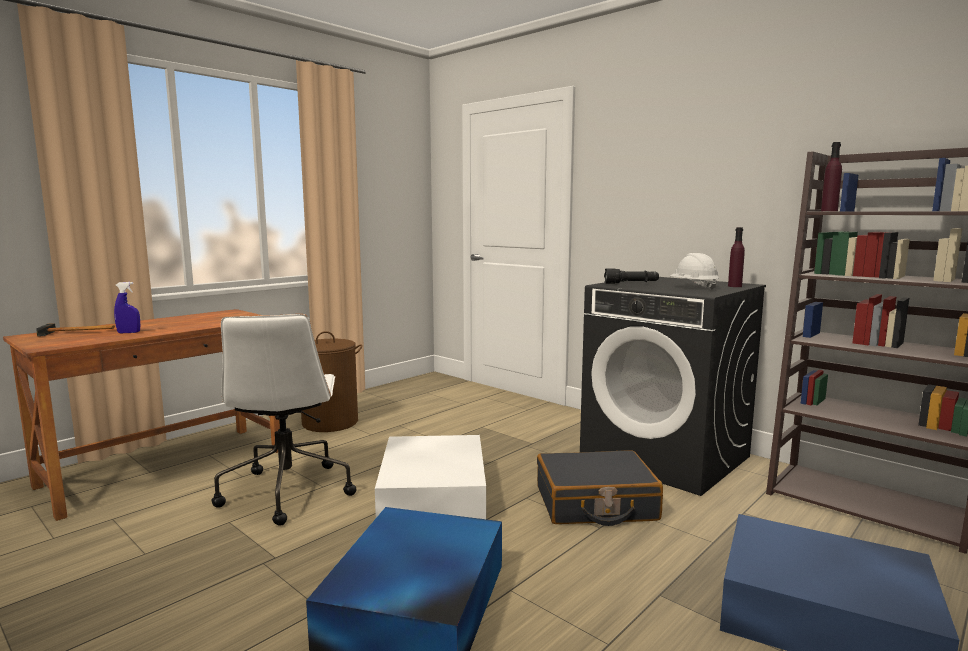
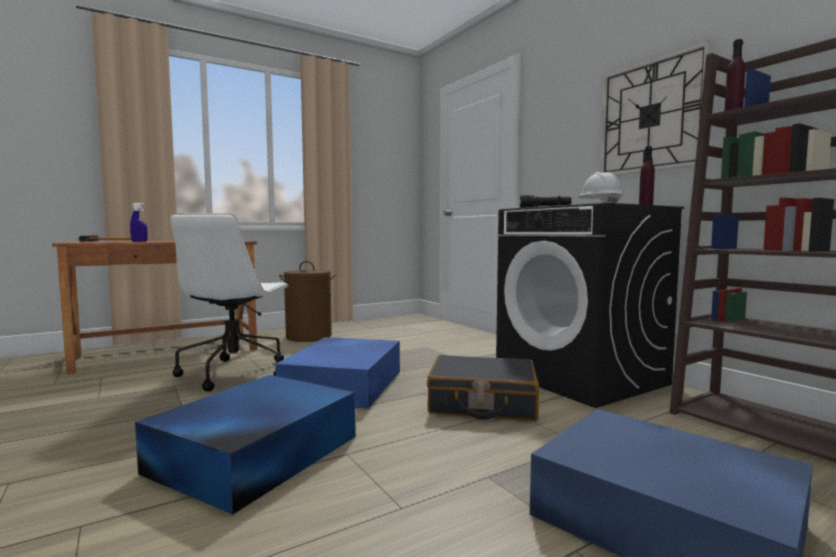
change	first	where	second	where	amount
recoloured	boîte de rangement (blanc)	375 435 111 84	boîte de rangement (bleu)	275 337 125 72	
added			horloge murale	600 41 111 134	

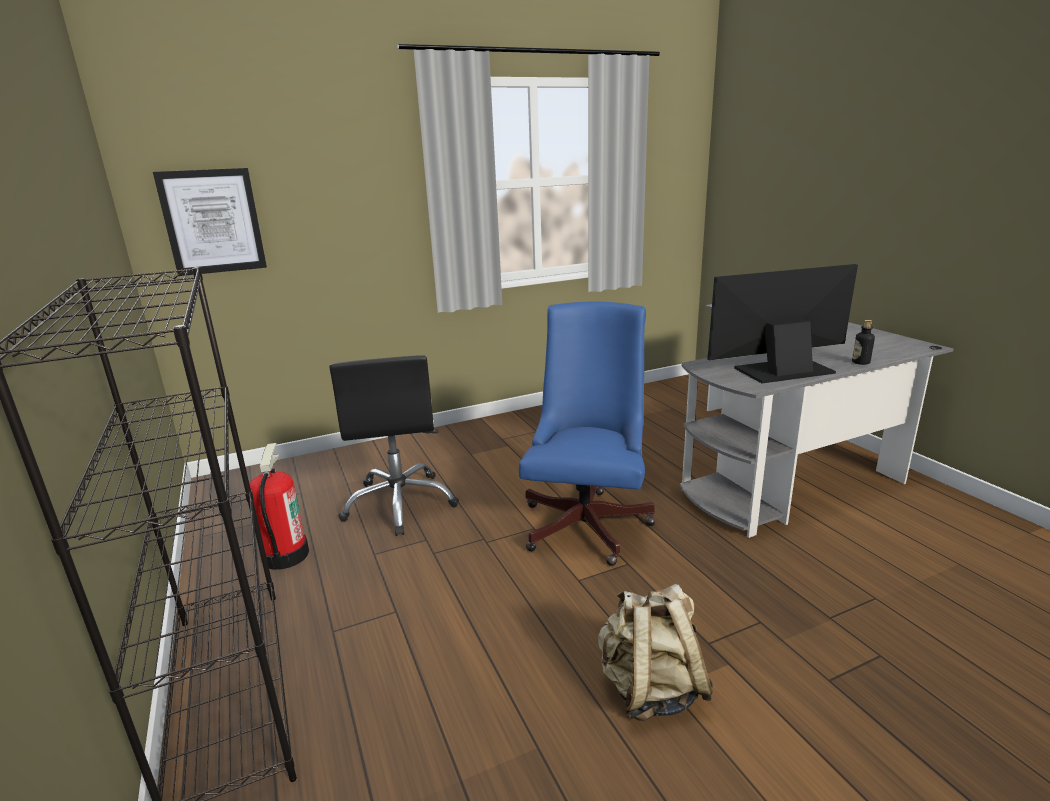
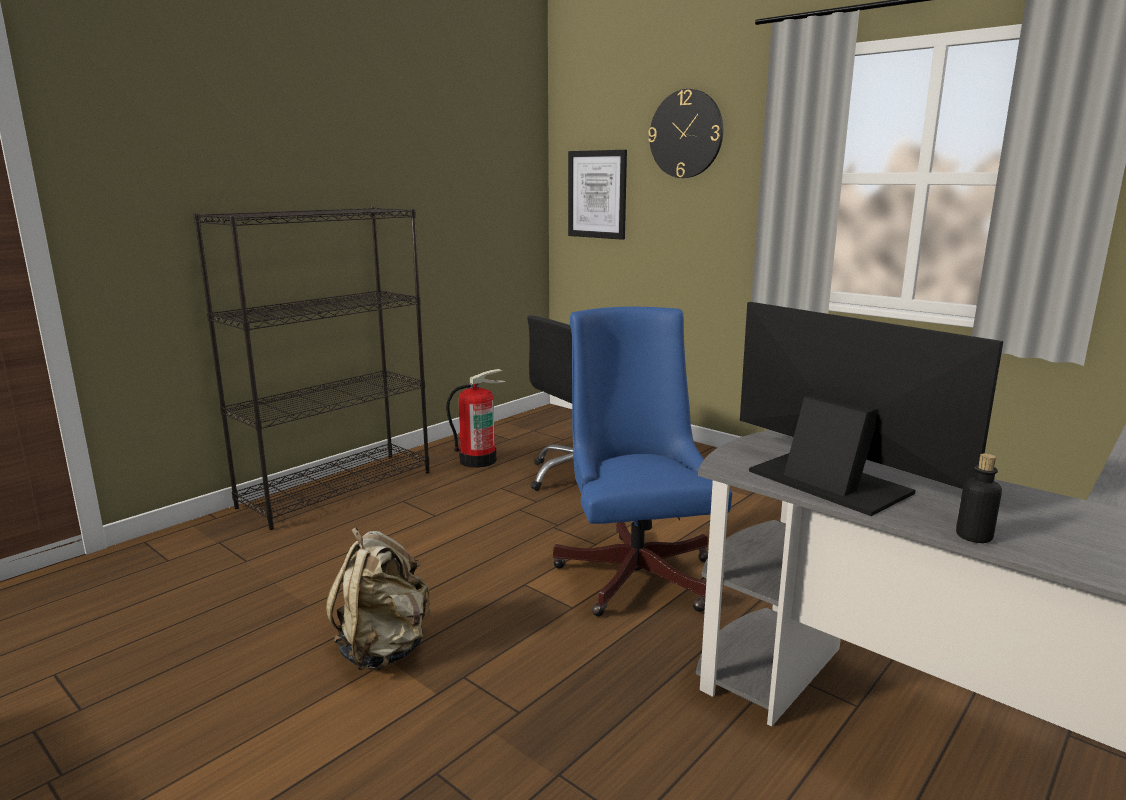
change	first	where	second	where	amount
turned	chaise de bureau (bleu)	519 302 137 264		553 307 179 310	90 degrees counterclockwise
added			horloge murale	648 89 75 89	

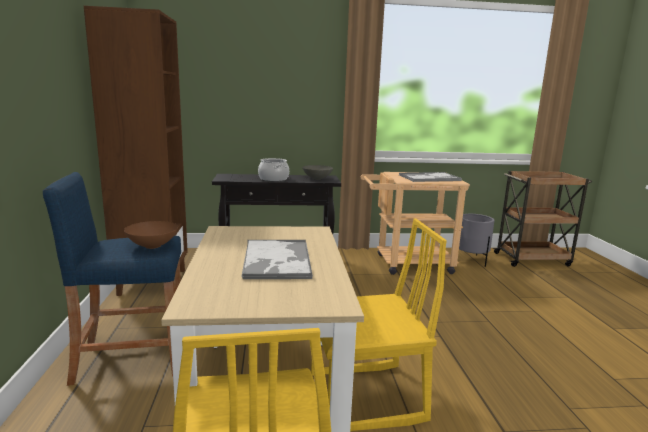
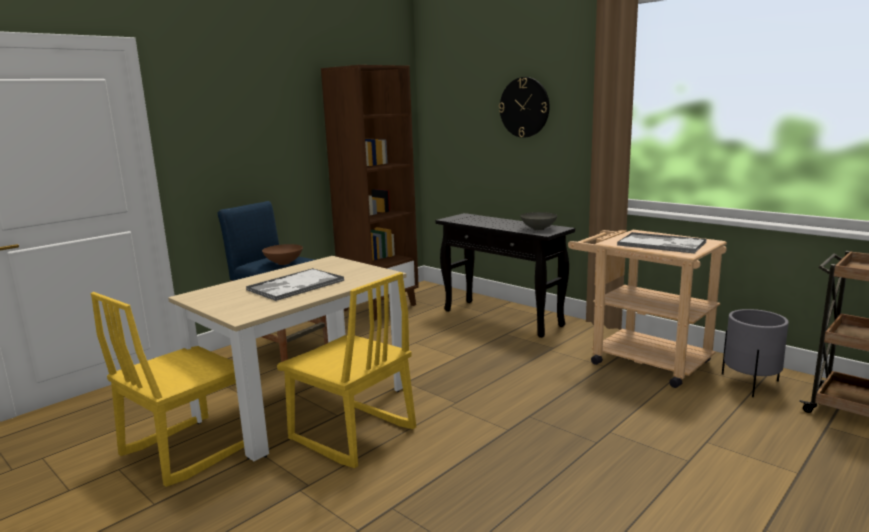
change	first	where	second	where	amount
added			horloge murale	499 77 51 61	
removed	marmite	258 158 31 23			

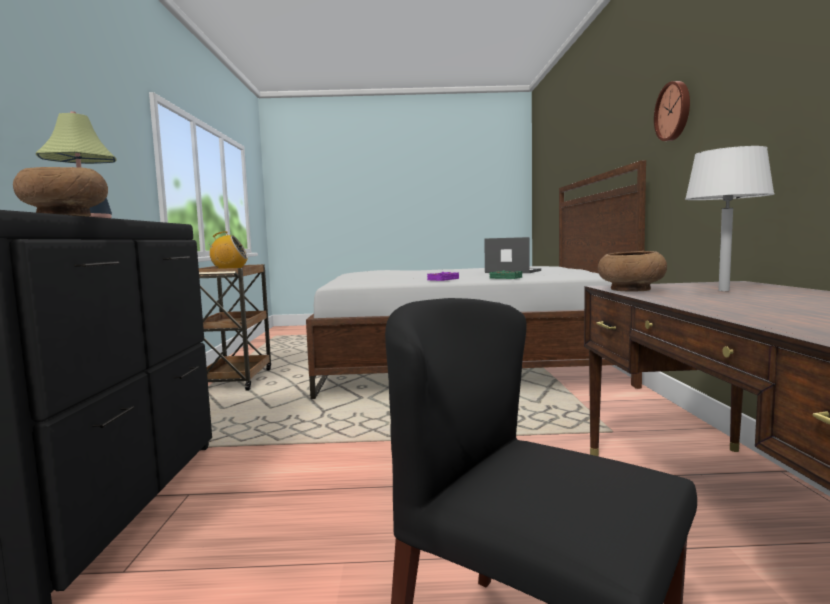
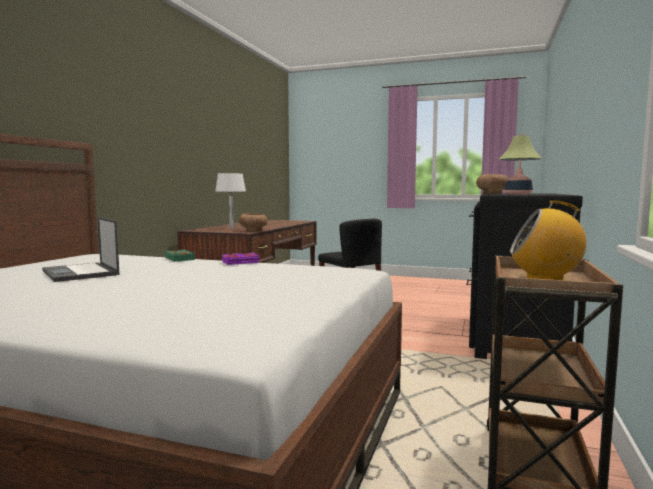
change	first	where	second	where	amount
removed	horloge murale	654 81 36 60			

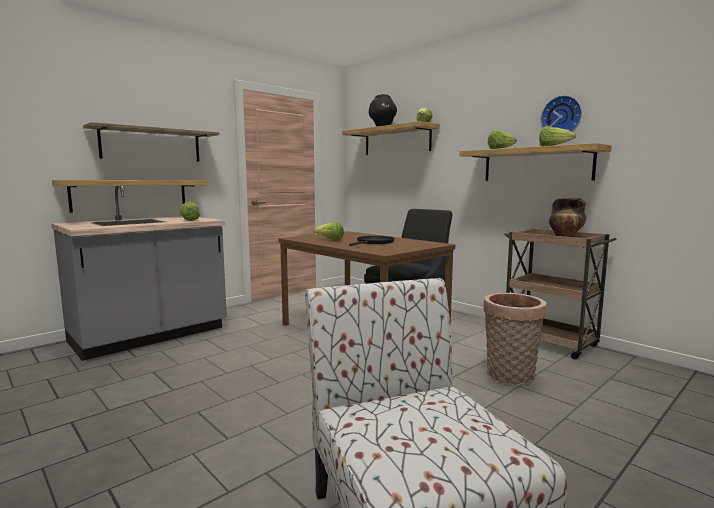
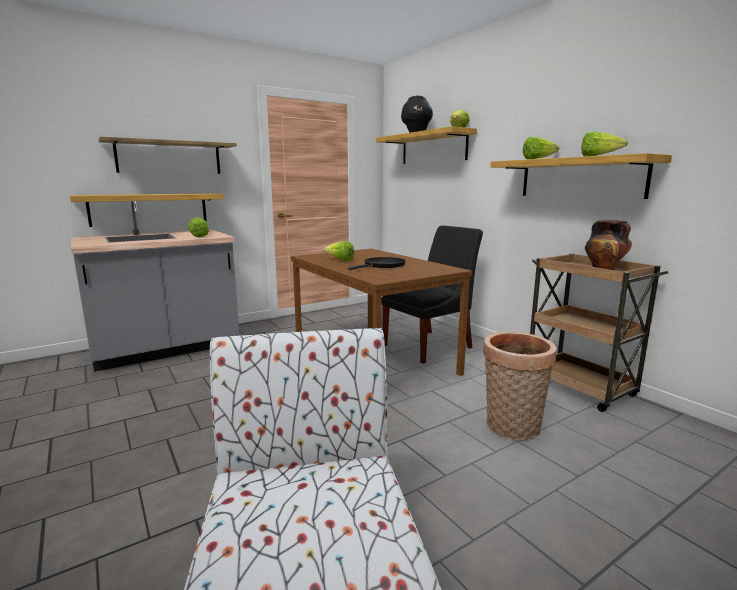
change	first	where	second	where	amount
removed	horloge murale	540 95 42 37			

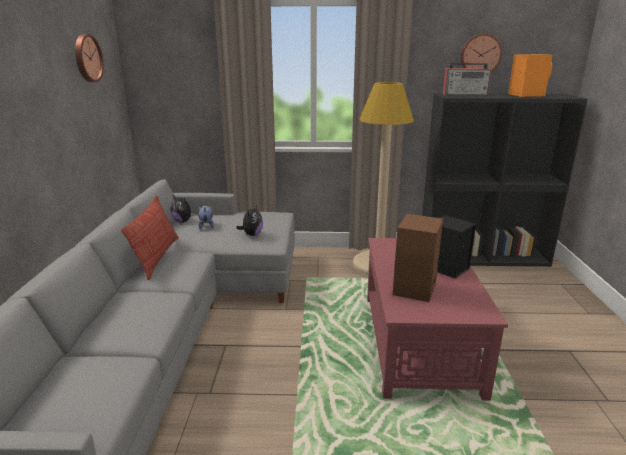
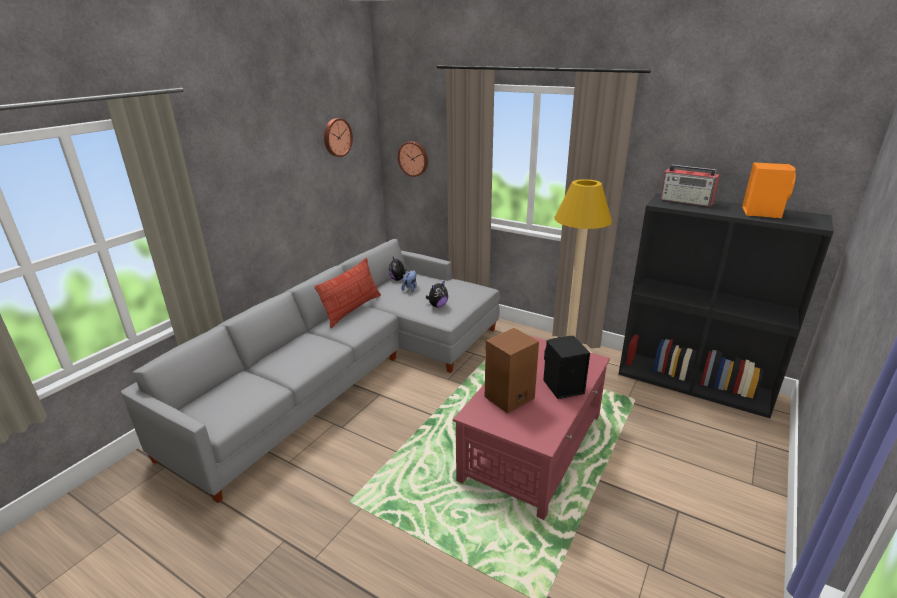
change	first	where	second	where	amount
moved	horloge murale	460 34 42 38		398 141 30 36	

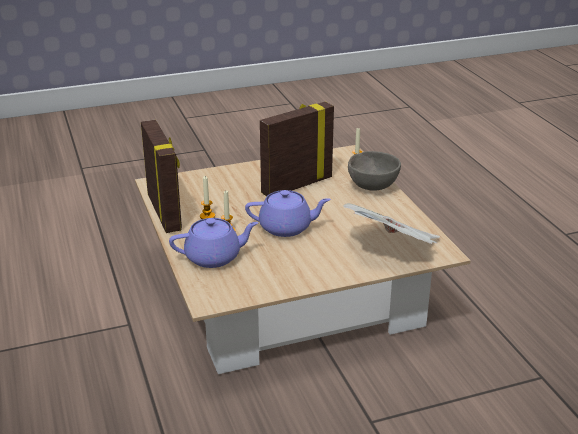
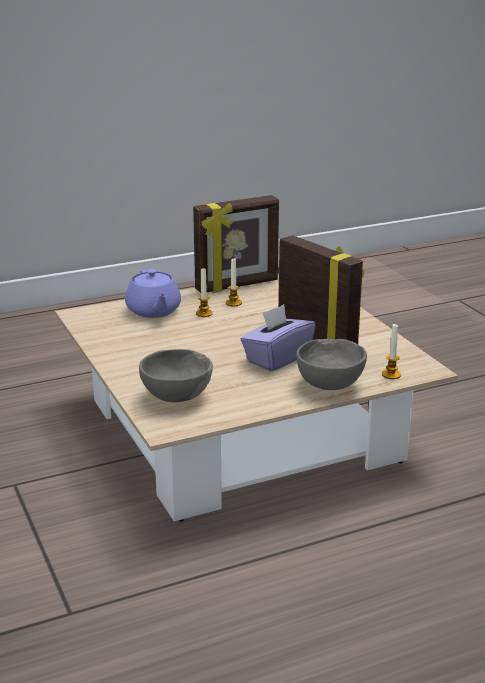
change	first	where	second	where	amount
replaced	journal	344 203 96 41	bol (gris)	139 349 74 53	
added			boîte à mouchoirs (violet)	240 304 76 67	
removed	théière (violet)	245 190 86 47			

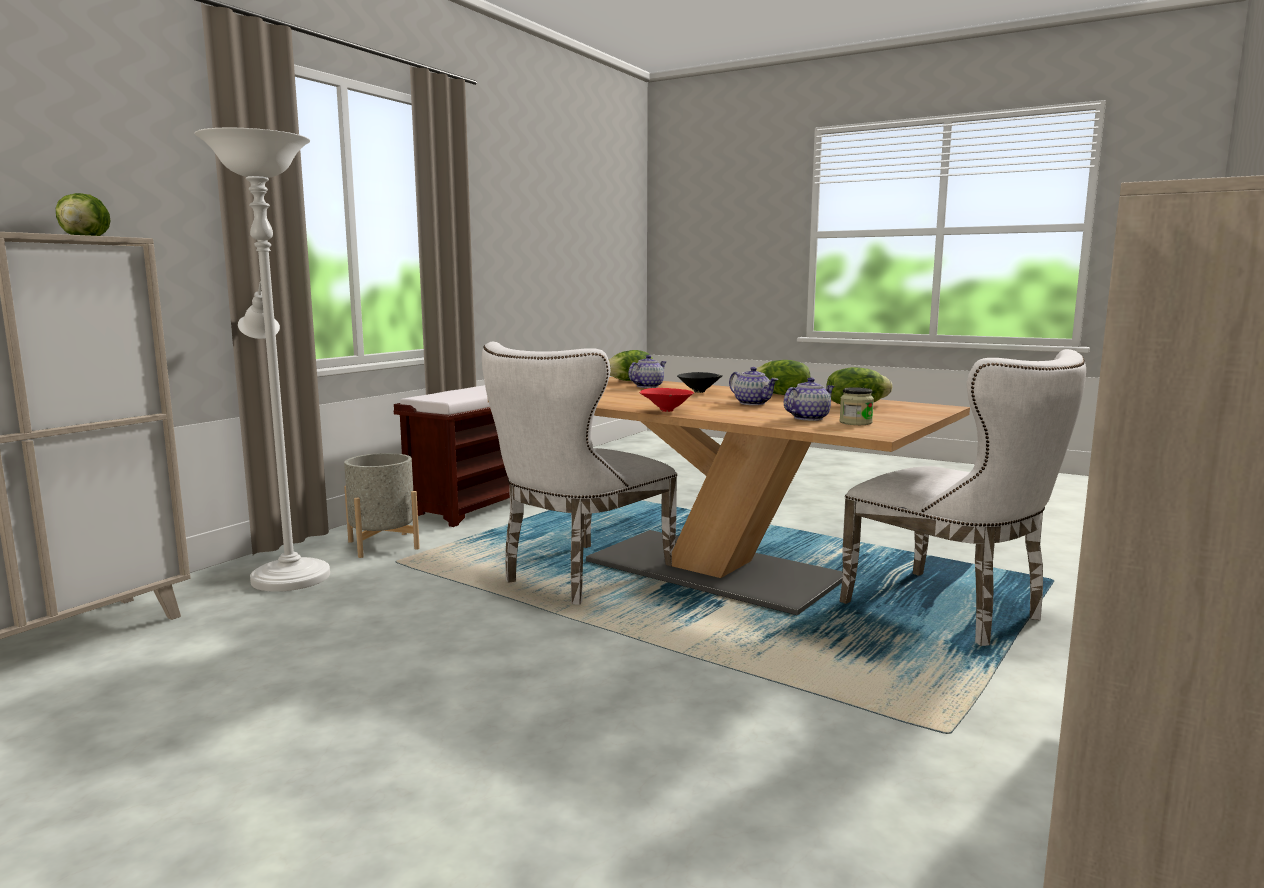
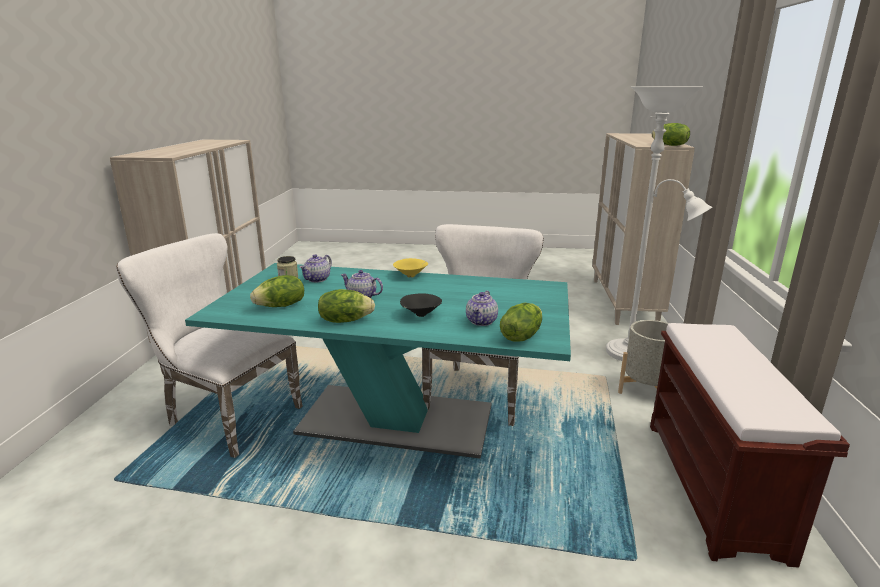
change	first	where	second	where	amount
recoloured	table à manger (beige)	488 377 482 238	table à manger (turquoise)	185 263 386 195	
recoloured	bol (rouge)	640 388 54 24	bol (jaune)	393 258 35 20	

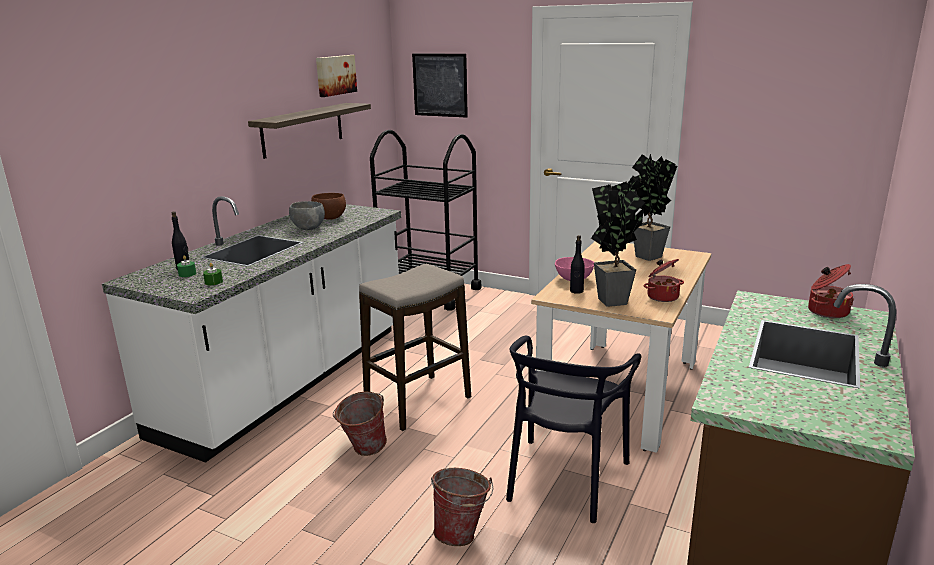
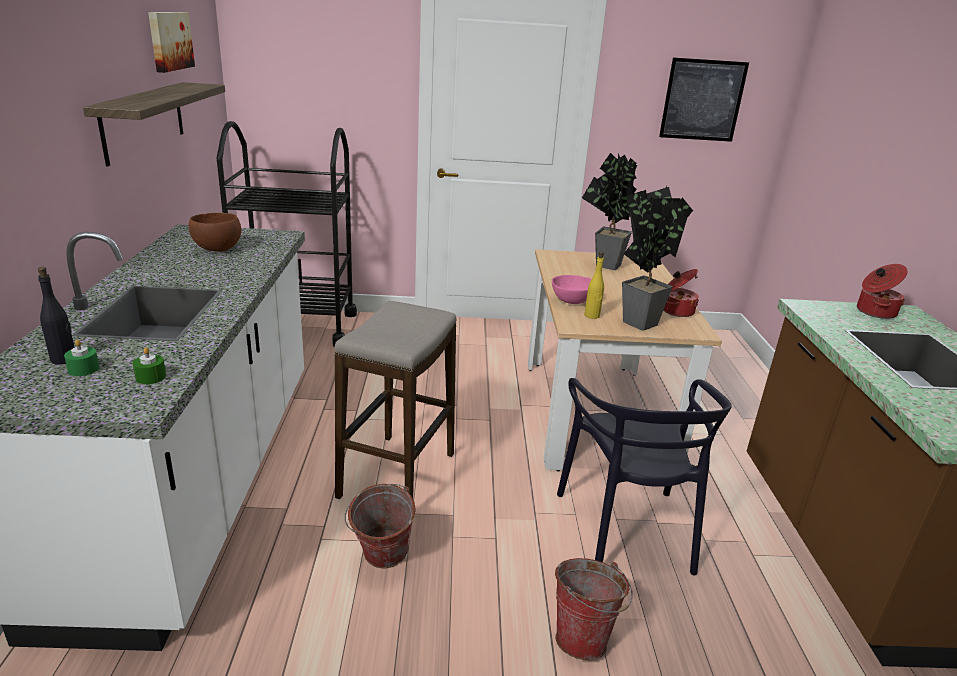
change	first	where	second	where	amount
recoloured	bouteille (noir)	570 235 15 59	bouteille (jaune)	584 252 20 67	
moved	tableau	412 54 56 64		659 58 90 84	
removed	bol (gris)	289 201 36 29			

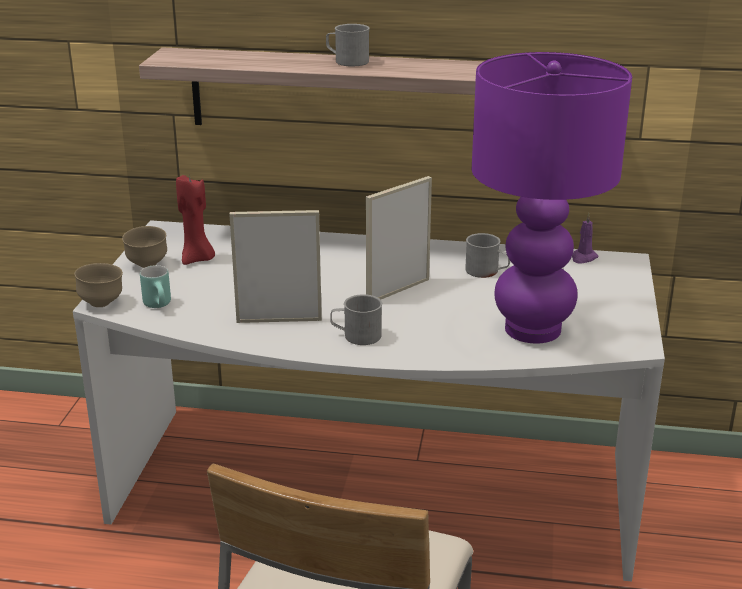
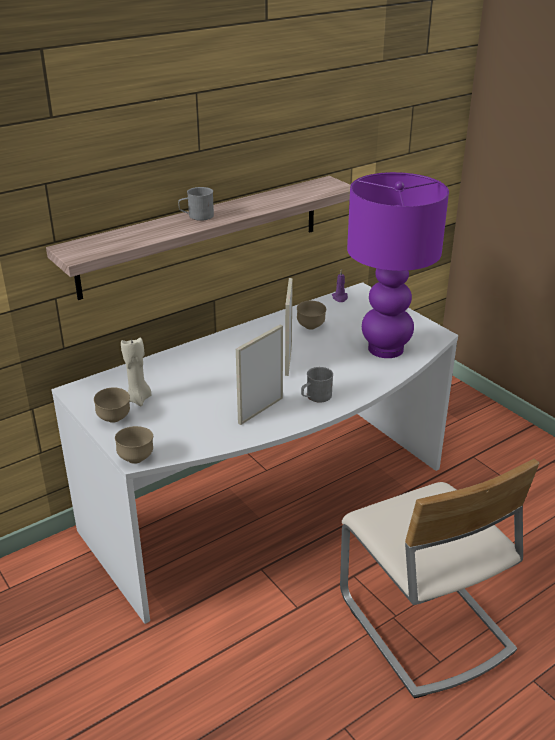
change	first	where	second	where	amount
recoloured	bougie (rouge)	176 173 39 92	bougie (beige)	121 338 31 69	
replaced	mug (gris)	465 233 45 45	bol (marron)	297 301 29 29	
removed	mug (turquoise)	140 265 31 43			

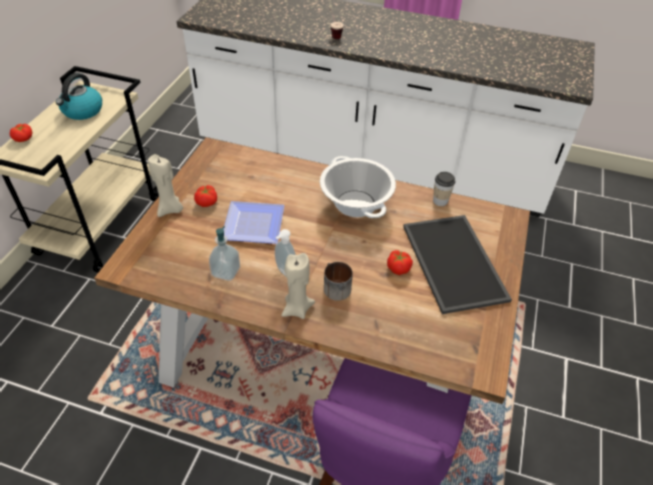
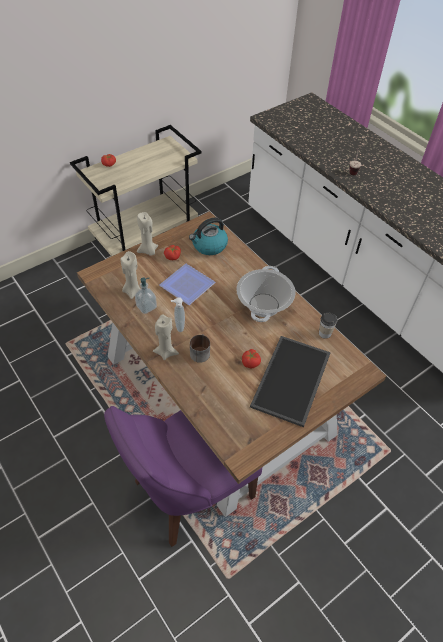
change	first	where	second	where	amount
added			bougie (beige)	120 251 20 48	
moved	bouilloire	56 73 46 47		189 218 39 37	

